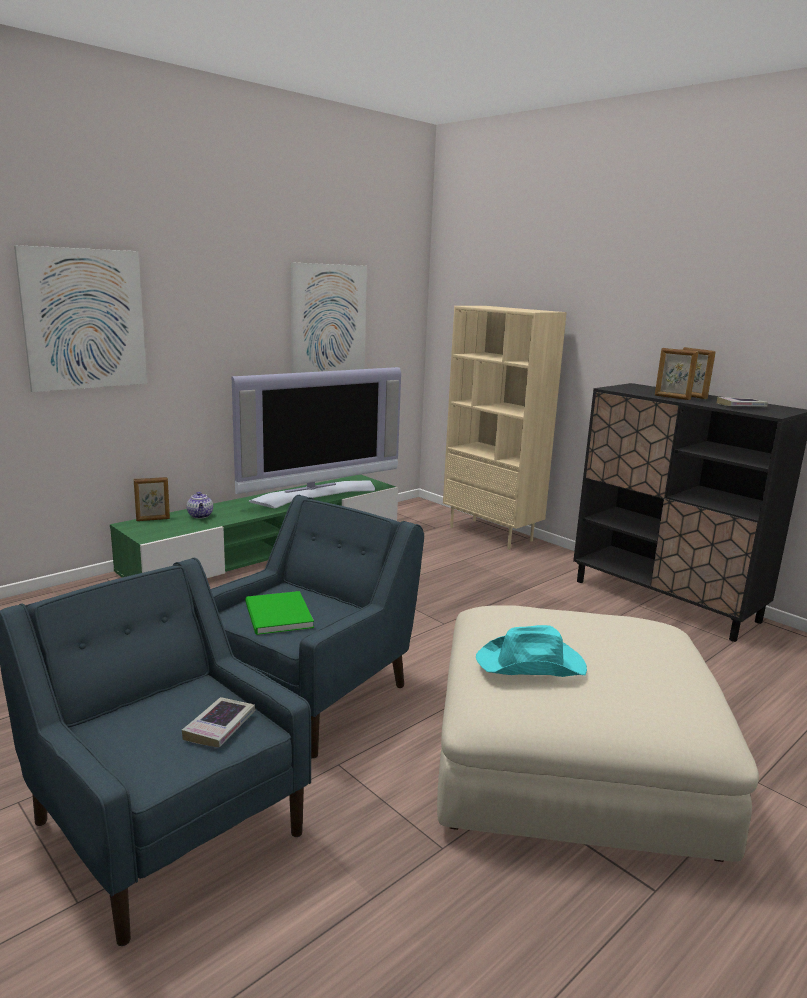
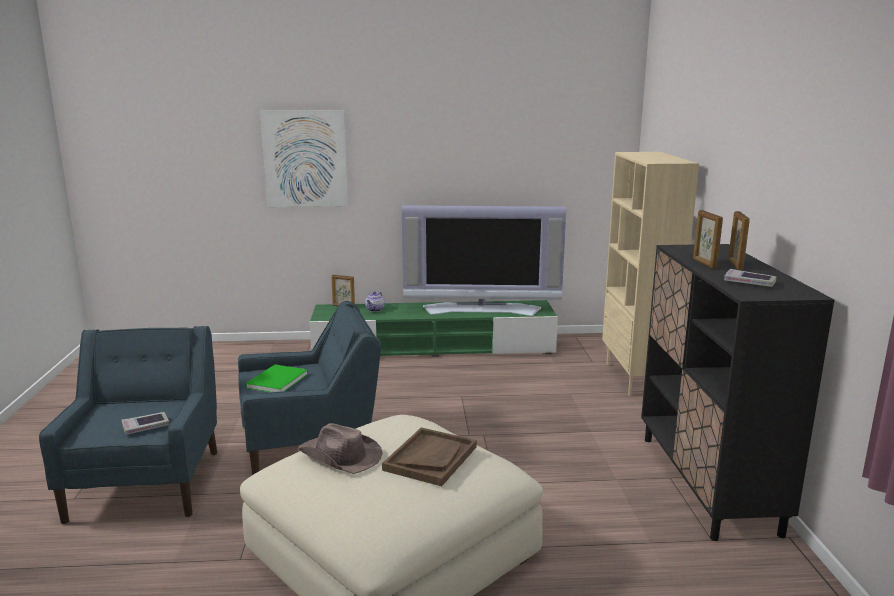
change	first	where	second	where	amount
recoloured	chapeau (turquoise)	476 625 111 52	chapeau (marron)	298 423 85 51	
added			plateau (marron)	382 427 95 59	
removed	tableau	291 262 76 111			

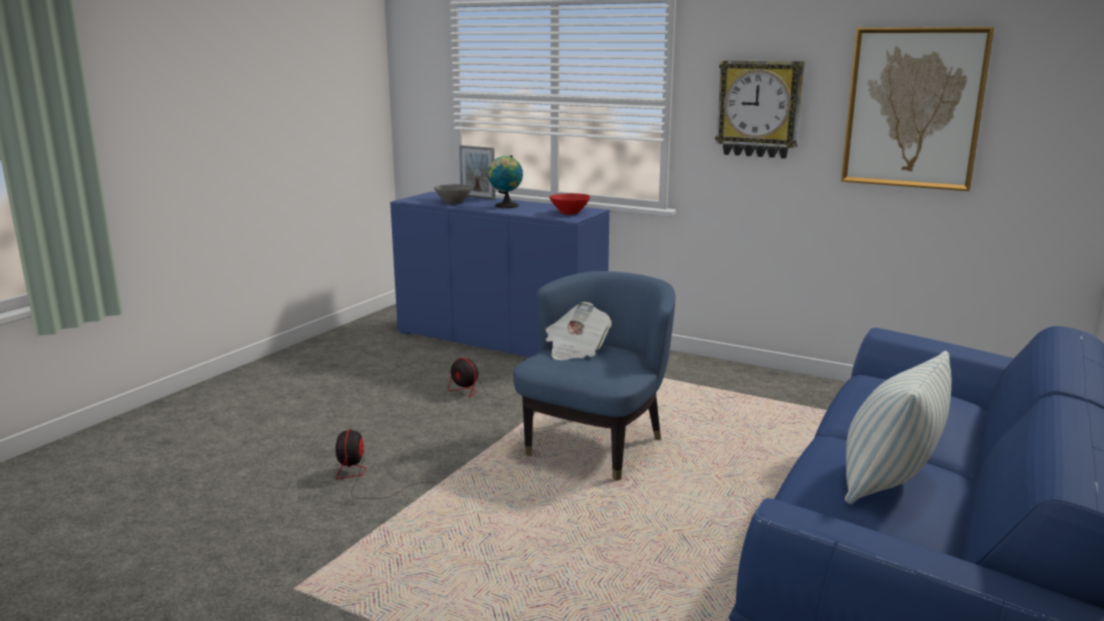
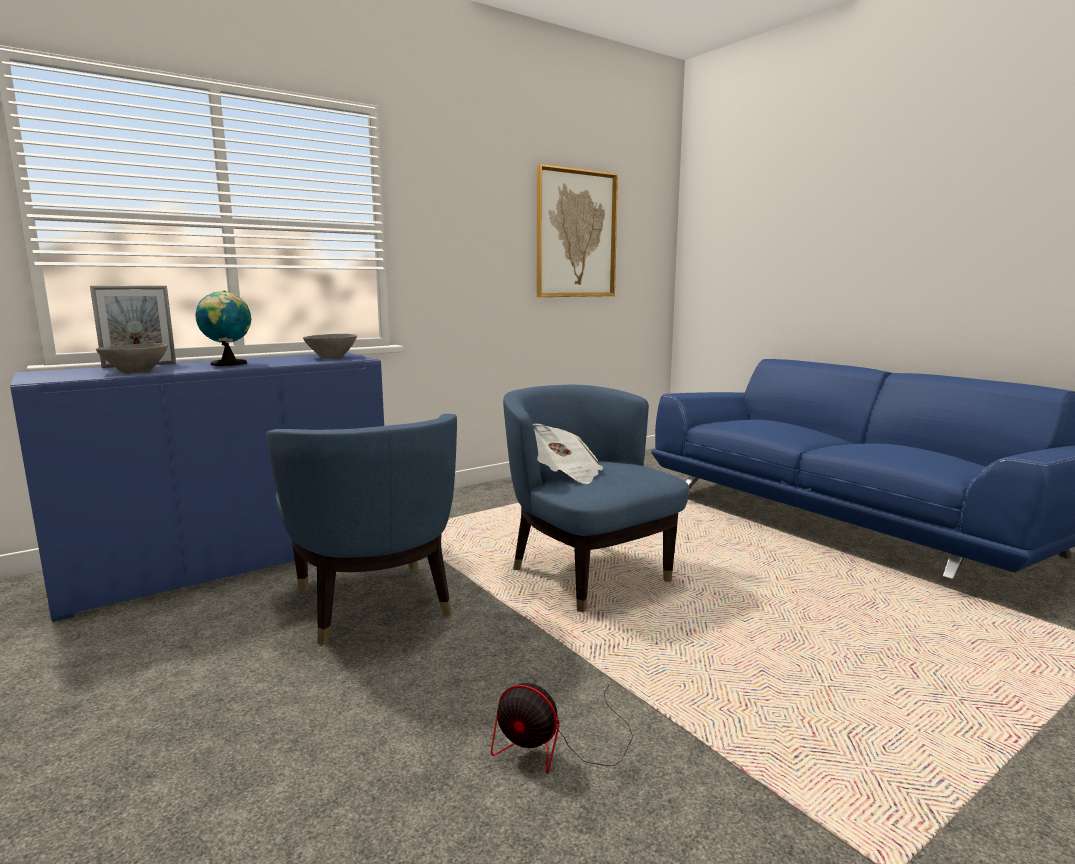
change	first	where	second	where	amount
replaced	ventilateur	448 358 70 42	fauteuil (bleu)	266 414 191 231	
recoloured	bol (rouge)	549 193 41 22	bol (gris)	303 334 54 24	
removed	horloge murale	715 60 90 99			
removed	coussin	845 351 106 153			

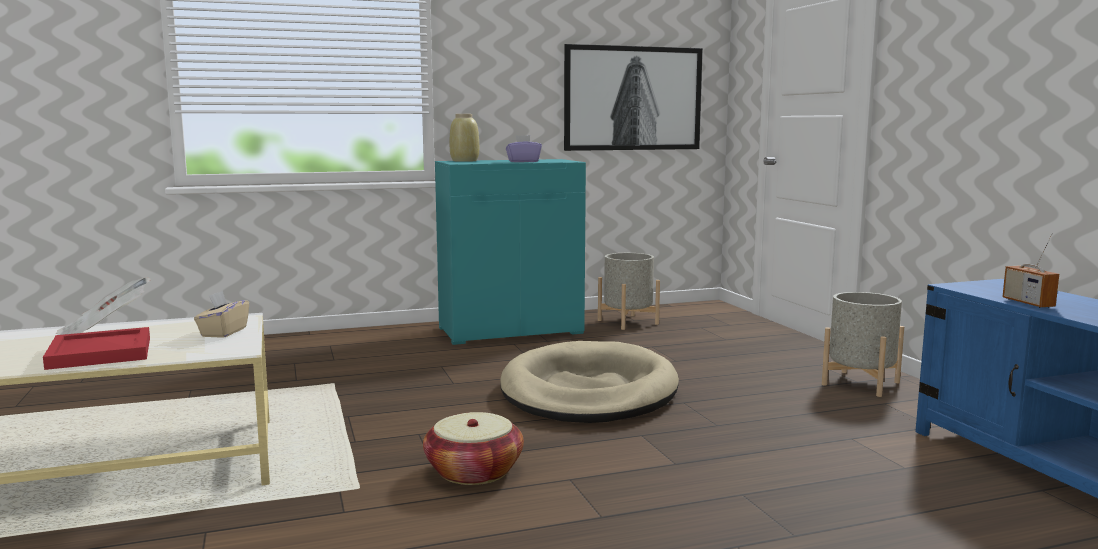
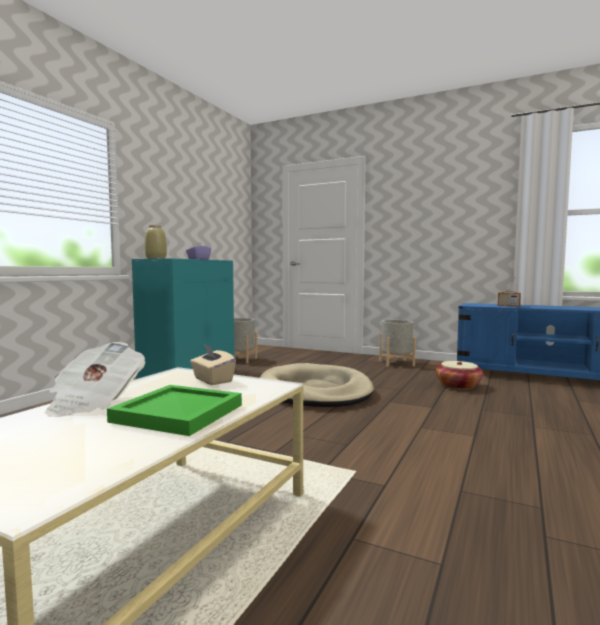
change	first	where	second	where	amount
recoloured	plateau (rouge)	43 327 107 43	plateau (vert)	107 385 135 51	
moved	panier	423 412 101 73		436 361 47 29	
removed	tableau	564 44 139 107			

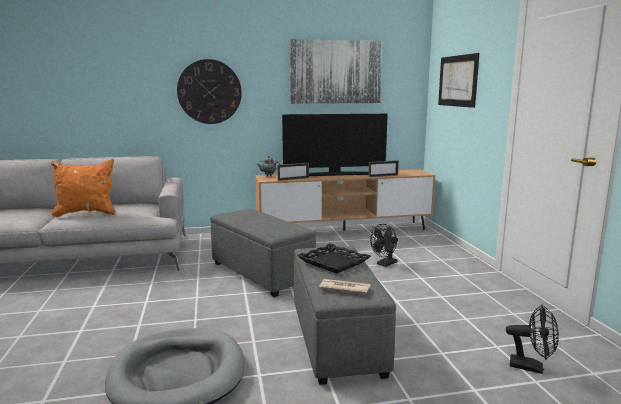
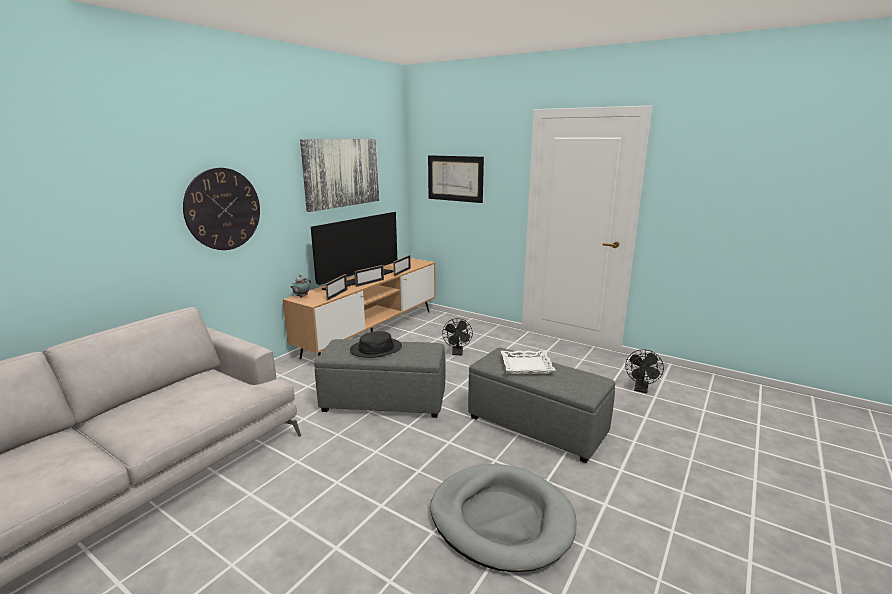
change	first	where	second	where	amount
added			chapeau (noir)	350 331 52 27	
added			cadre photo	355 265 29 22	
recoloured	plateau (noir)	297 243 74 30	plateau (blanc)	501 350 55 24	
turned	ventilateur (noir)	506 305 53 69		626 350 38 43	135 degrees clockwise
removed	coussin (orange)	51 159 65 58			
removed	journal	319 279 51 15			

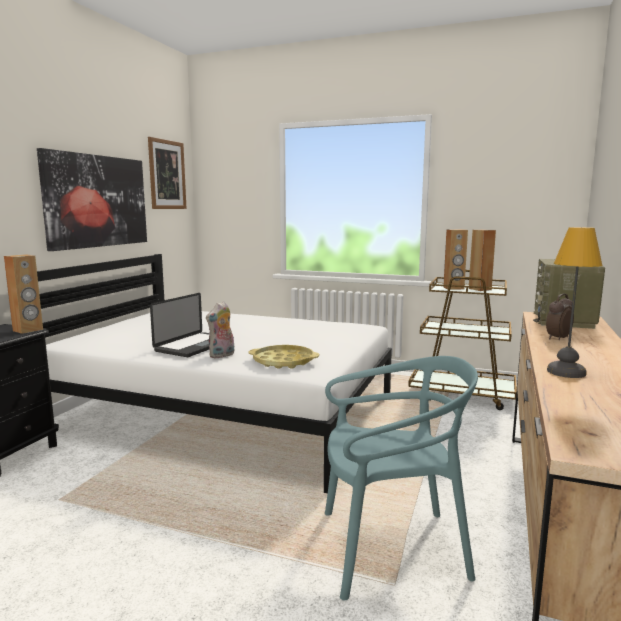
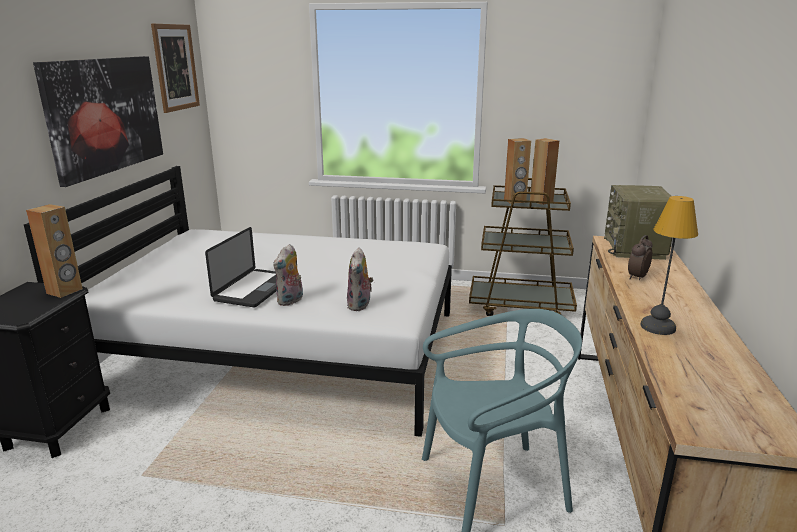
change	first	where	second	where	amount
replaced	plateau (jaune)	249 345 70 24	peluche	347 247 27 64	

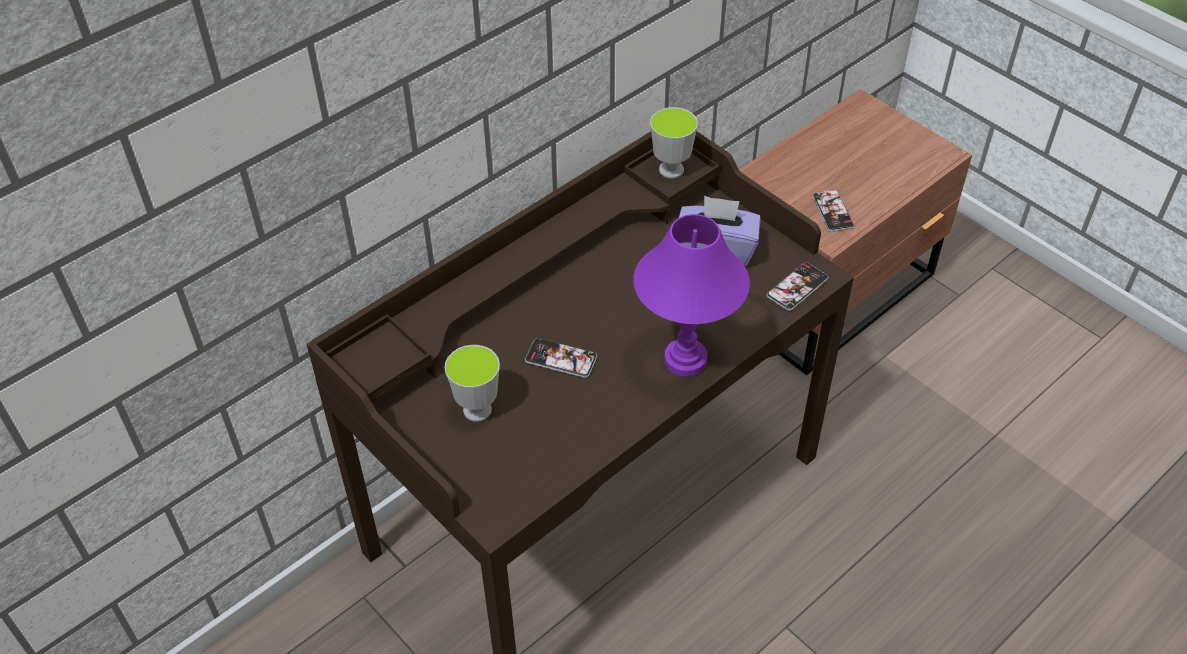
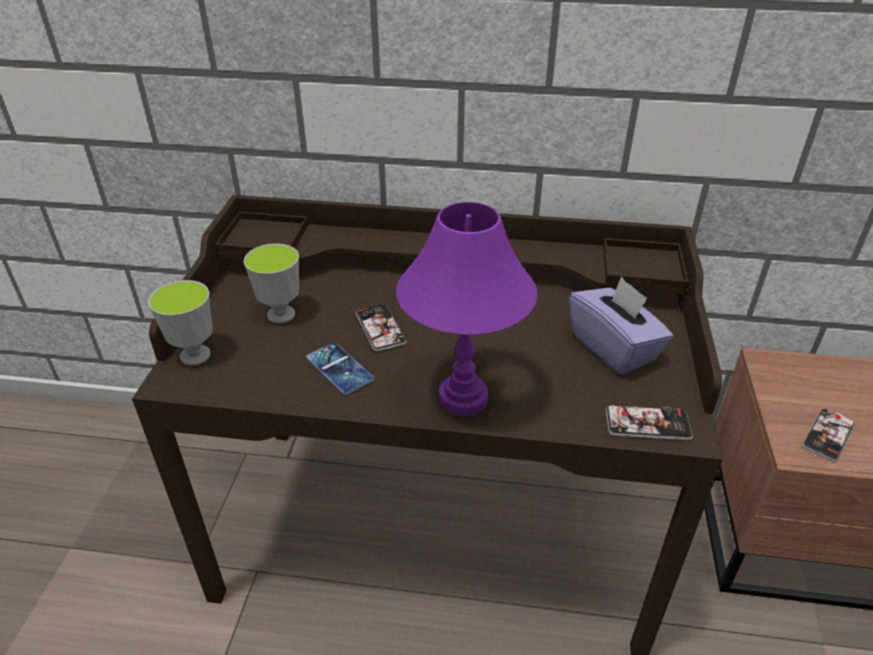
change	first	where	second	where	amount
moved	tasse	650 107 48 71		148 280 65 86	
added			téléphone	306 343 68 52	

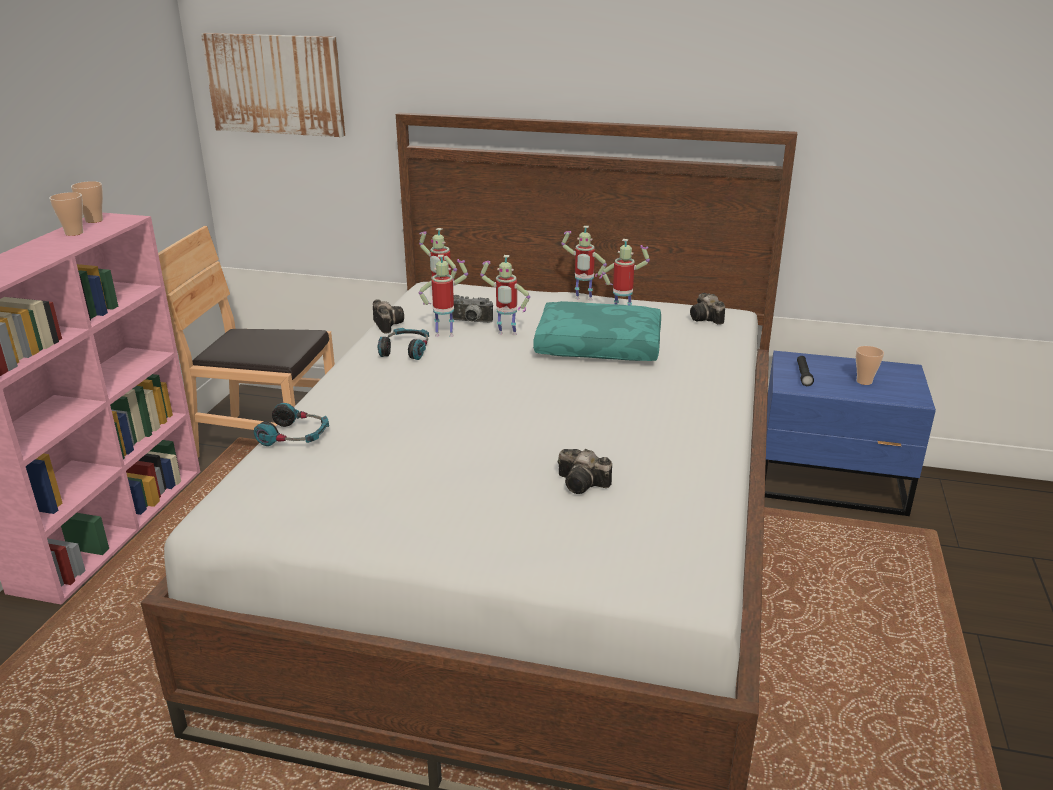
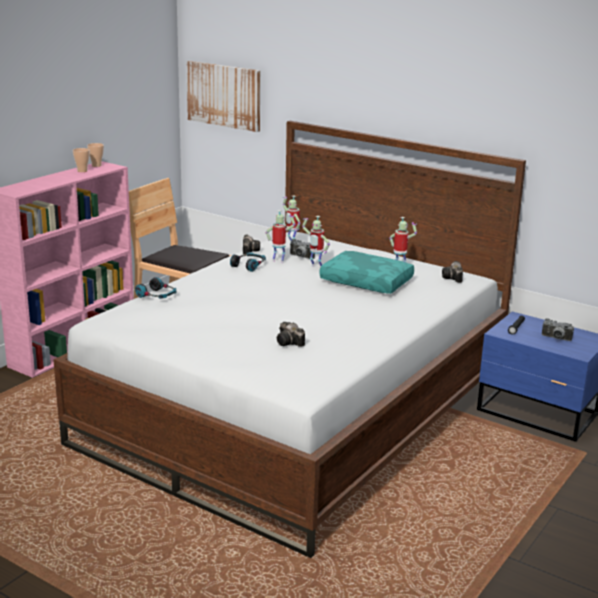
change	first	where	second	where	amount
replaced	tasse	856 346 28 39	appareil photo	542 318 32 23	
removed	robot jouet	561 226 46 75			

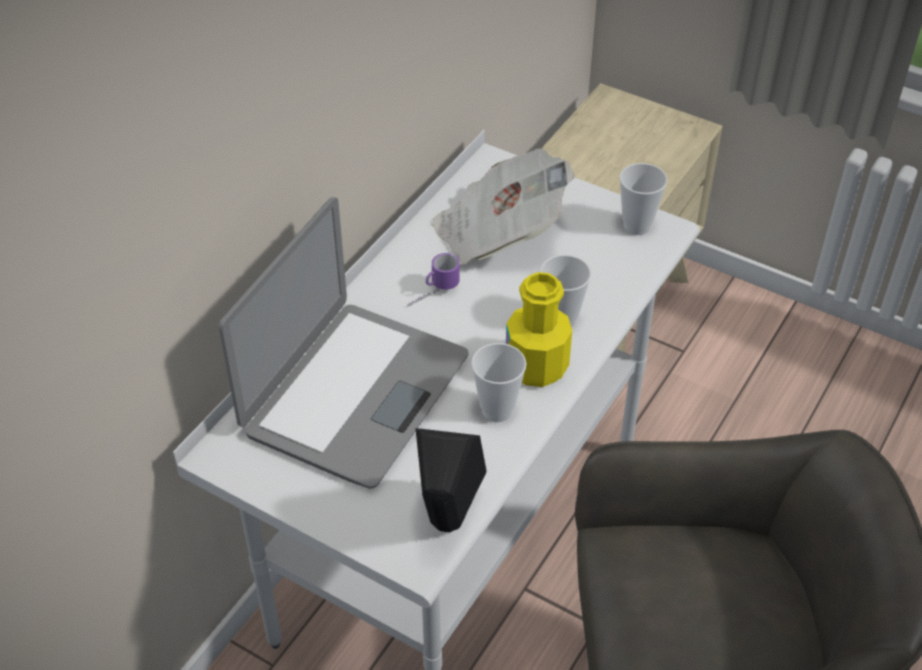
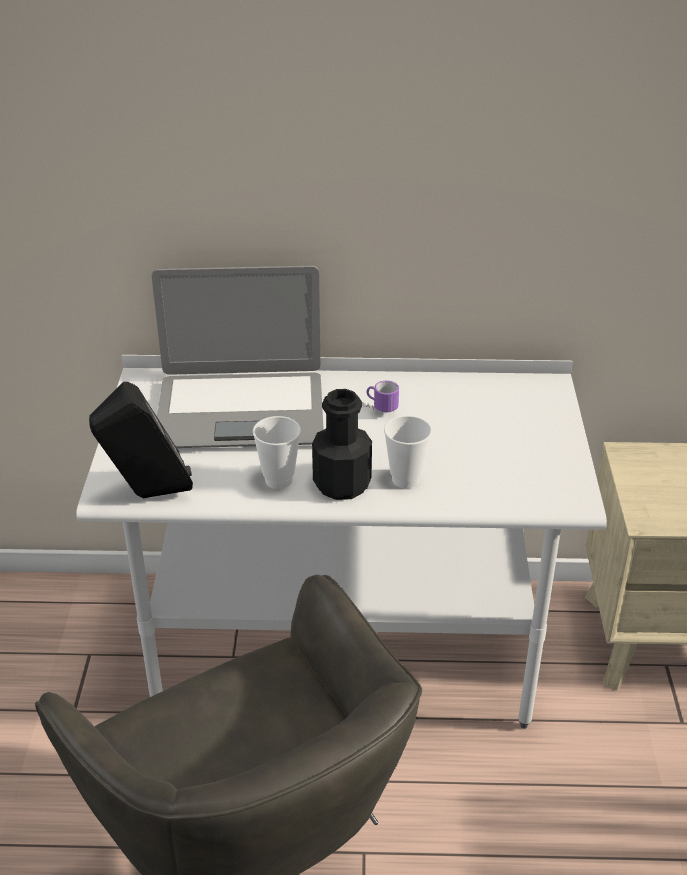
change	first	where	second	where	amount
recoloured	bouteille (jaune)	506 272 66 115	bouteille (noir)	312 389 60 111	
removed	journal	432 149 142 116			
removed	tasse	619 163 48 72			

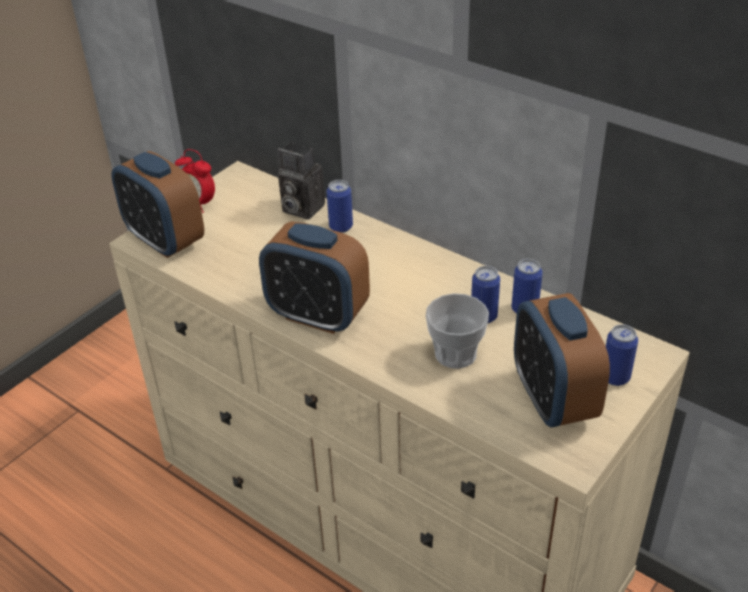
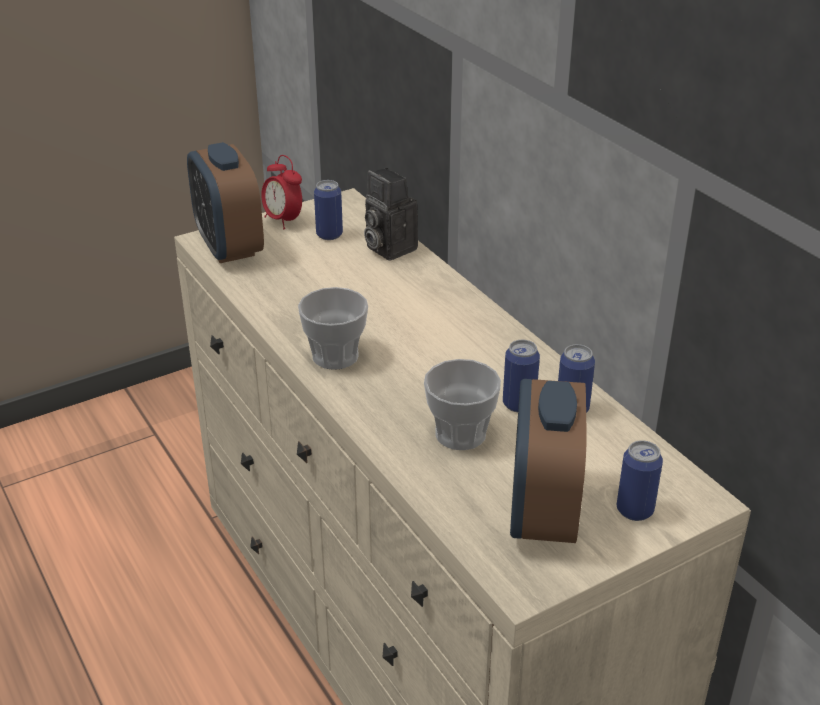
change	first	where	second	where	amount
replaced	réveil	259 221 111 113	tasse	298 287 70 83	
moved	boîte métallique	327 180 26 53		314 180 29 60	

